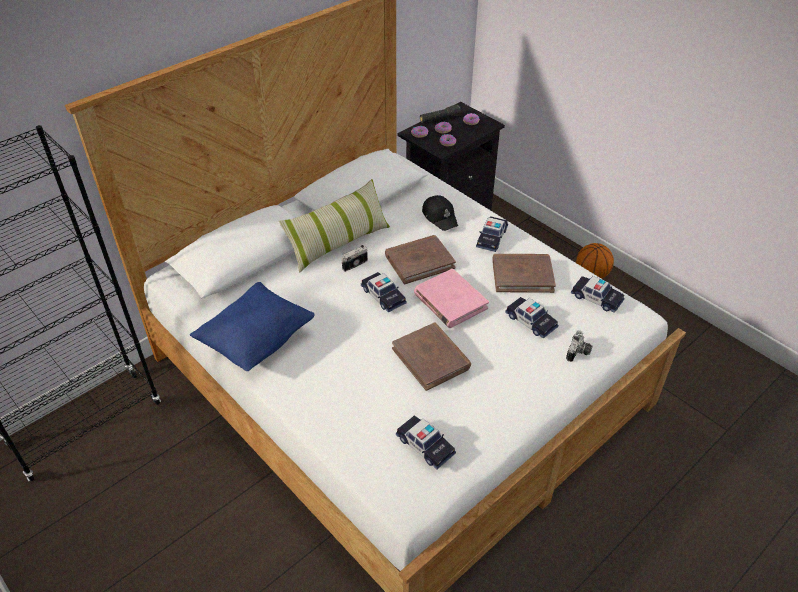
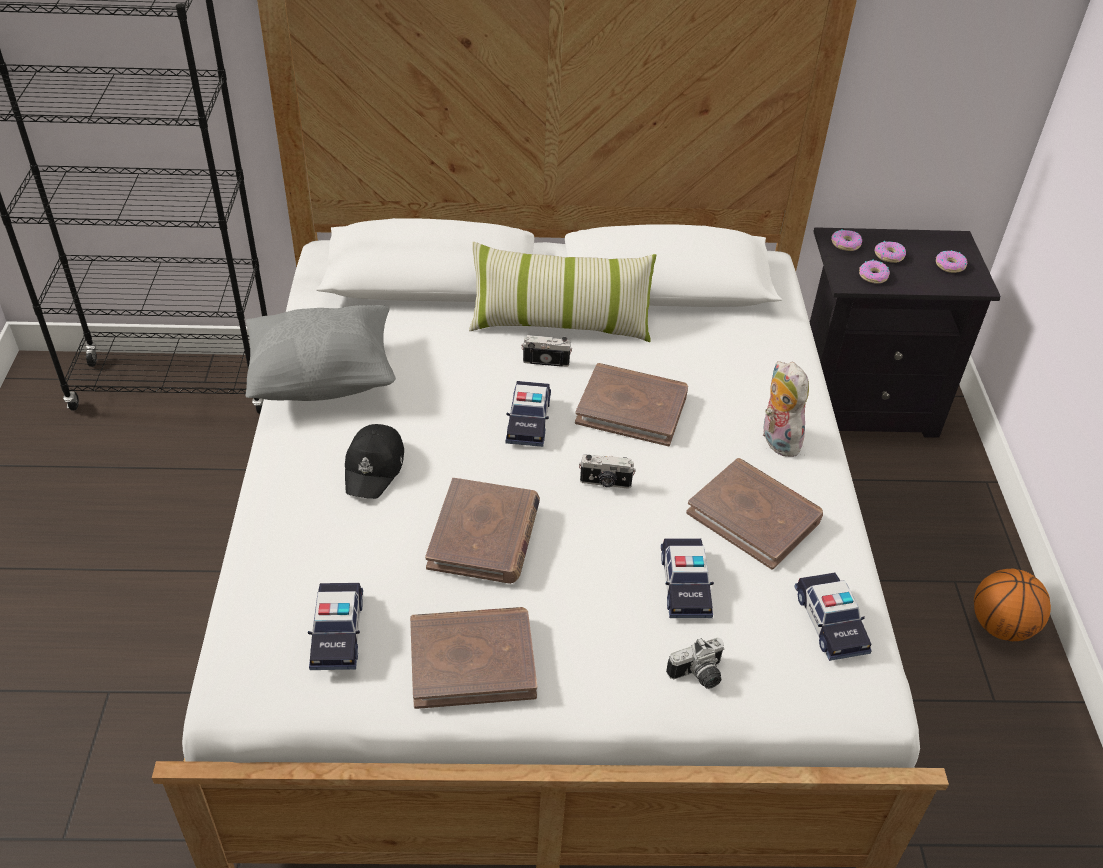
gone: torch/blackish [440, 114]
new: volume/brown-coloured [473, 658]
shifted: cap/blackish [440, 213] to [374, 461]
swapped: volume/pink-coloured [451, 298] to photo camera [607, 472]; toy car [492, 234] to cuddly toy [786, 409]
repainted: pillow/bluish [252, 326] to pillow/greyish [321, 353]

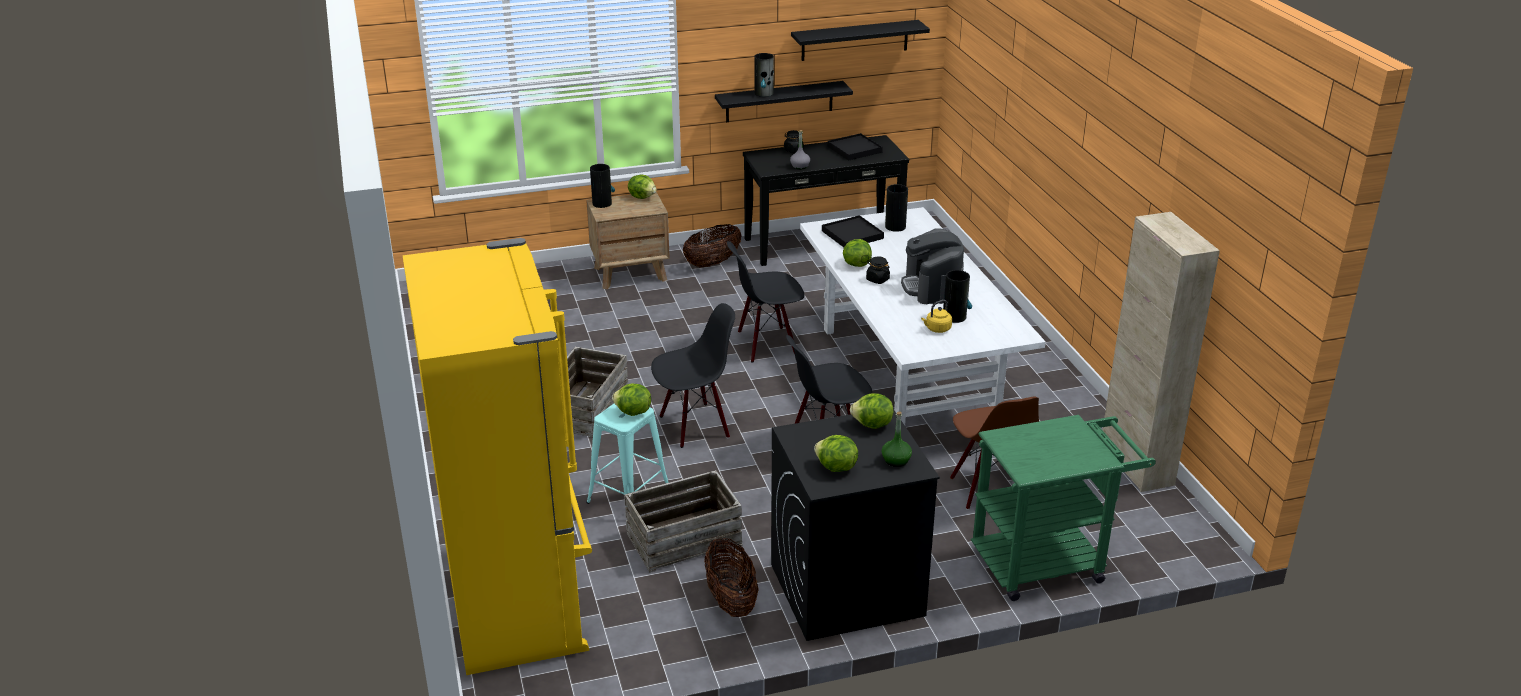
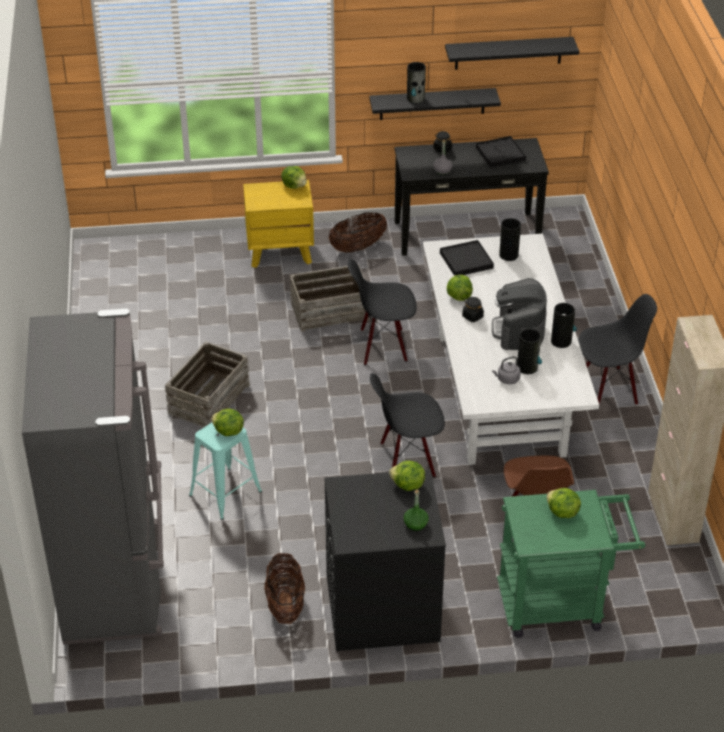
shifted: flower vase [602, 186] to [564, 325]; shipping crate [683, 521] to [330, 298]; plain chair/blackish [693, 375] to [618, 352]; lettuce [836, 453] to [563, 503]
repainted: fridge/yellow-coloured [497, 456] to fridge/greyish [93, 476]; nightstand/brown-coloured [628, 240] to nightstand/yellow-coloured [278, 224]; tea kettle/yellow-coloured [936, 316] to tea kettle/greyish [506, 370]

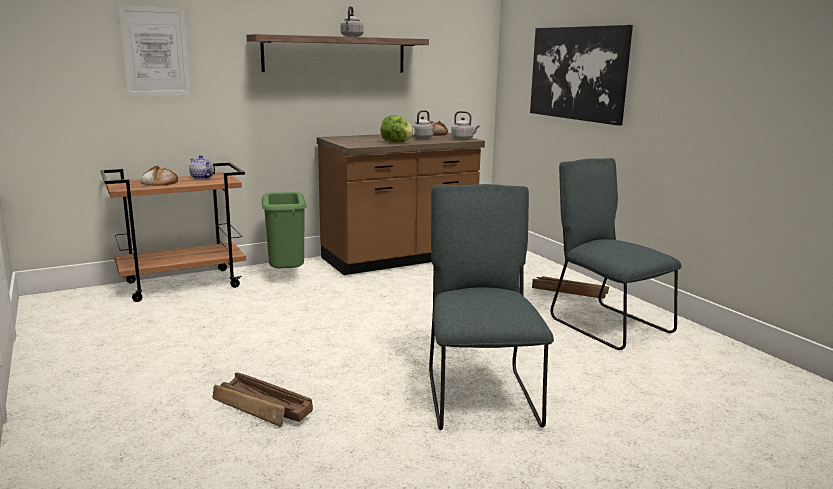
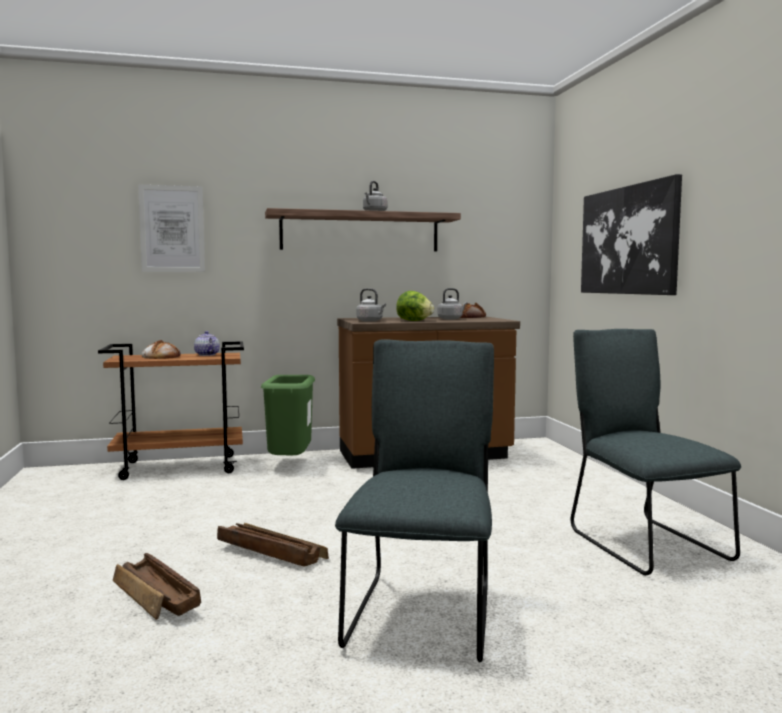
shifted: tea kettle/greyish [465, 125] to [371, 305]; shipping crate [570, 287] to [273, 545]

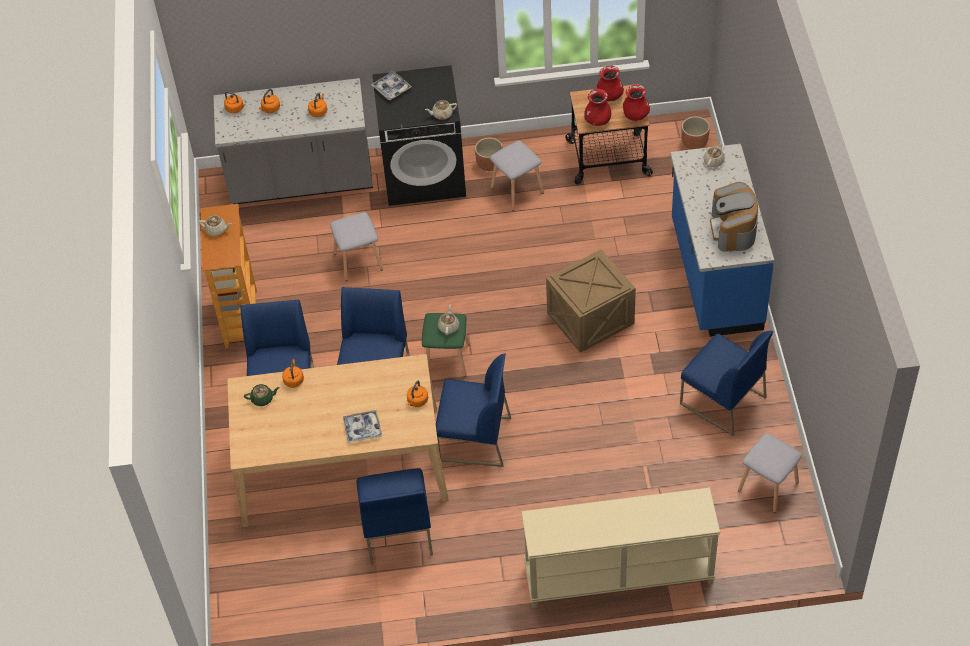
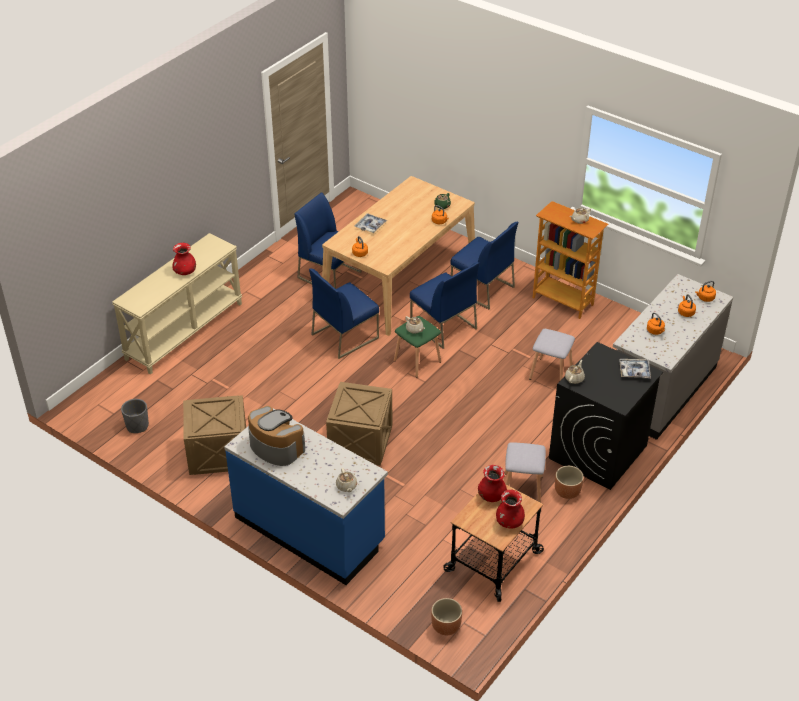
shifted: flower vase/red-coloured [636, 102] to [184, 259]
swapped: plain chair/bluish [726, 383] to shipping crate [214, 435]; stool seat/greyish [770, 473] to planter/greyish [135, 416]

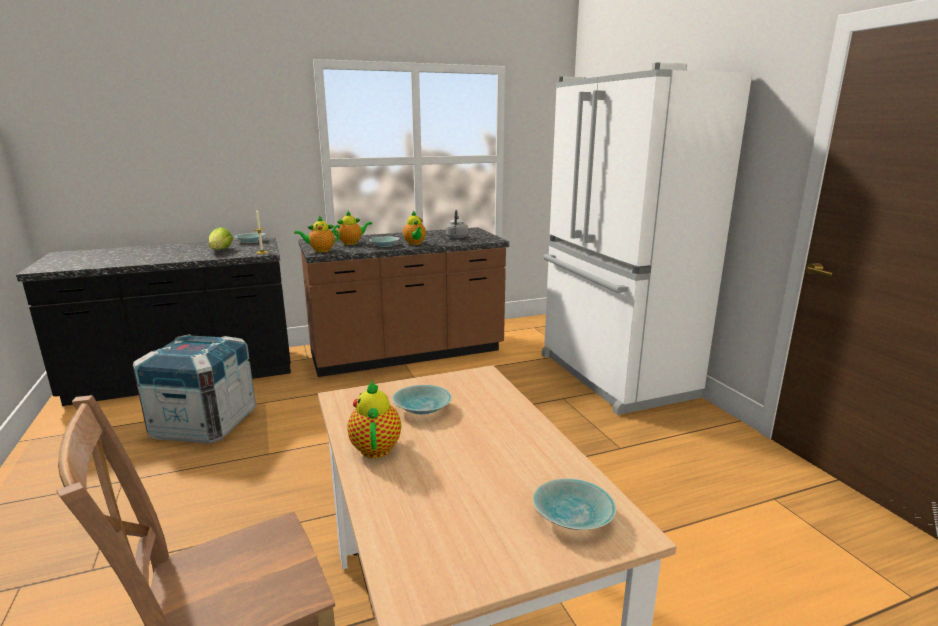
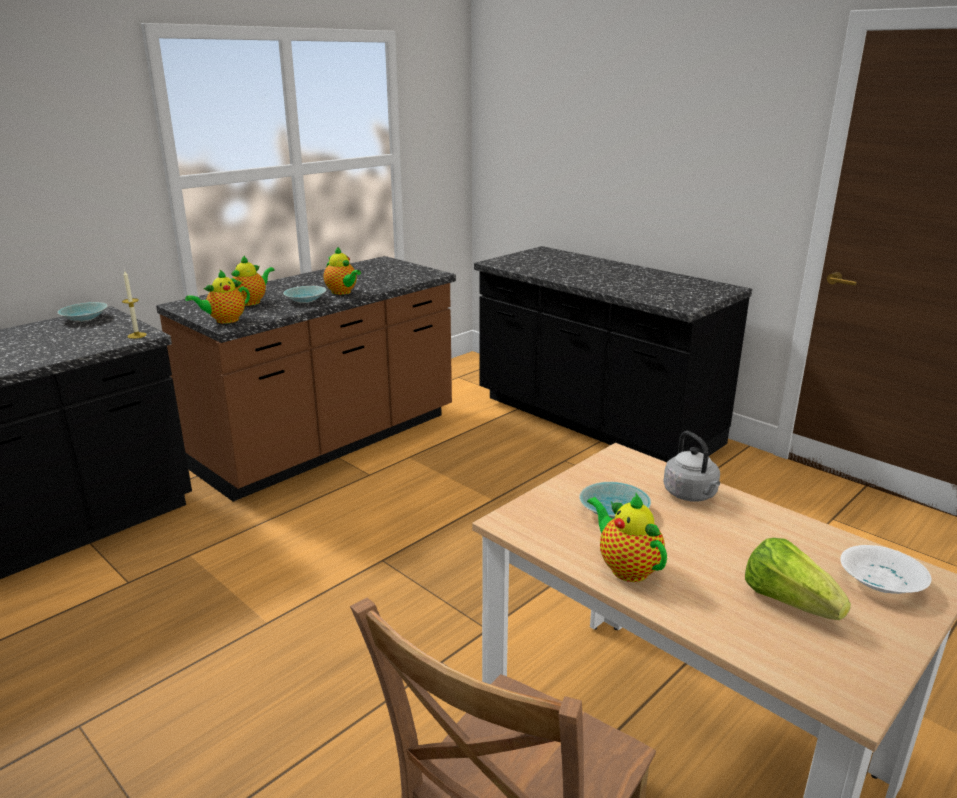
gone: shipping crate [194, 389]
shifted: lettuce [221, 238] to [798, 579]; tea kettle/greyish [457, 224] to [691, 466]
swapped: fridge/white [647, 238] to kitchen base unit/blackish [613, 354]
repainted: bowl/turquoise-coloured [574, 504] to bowl/white [886, 569]

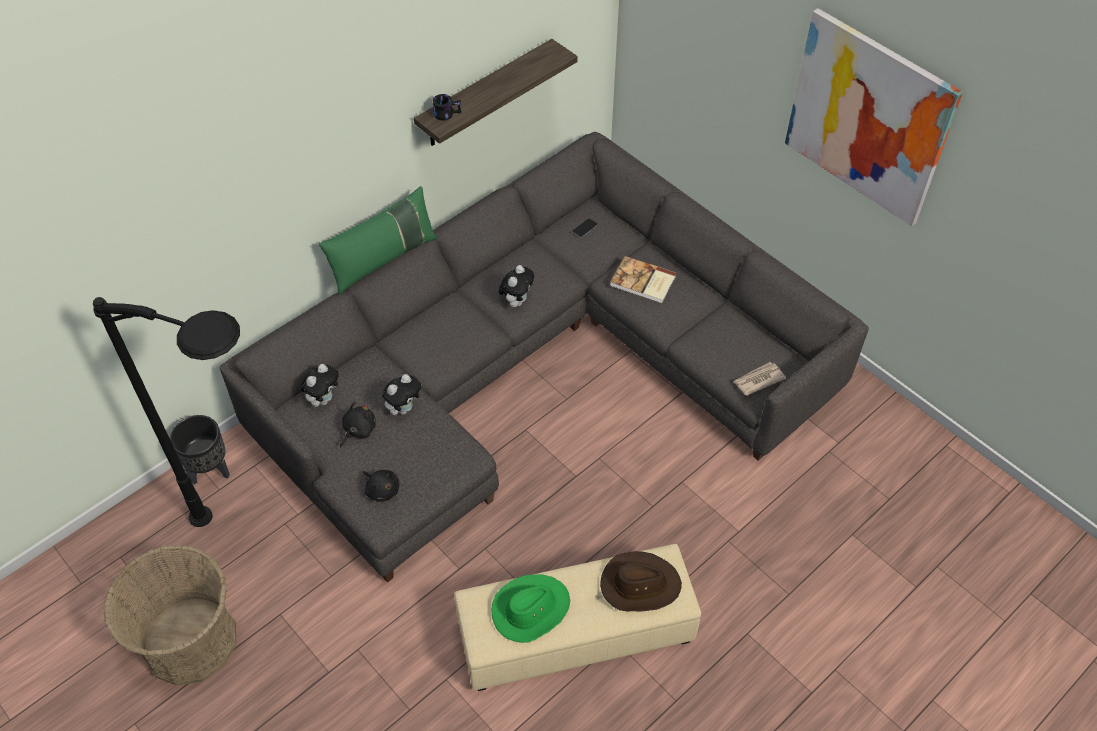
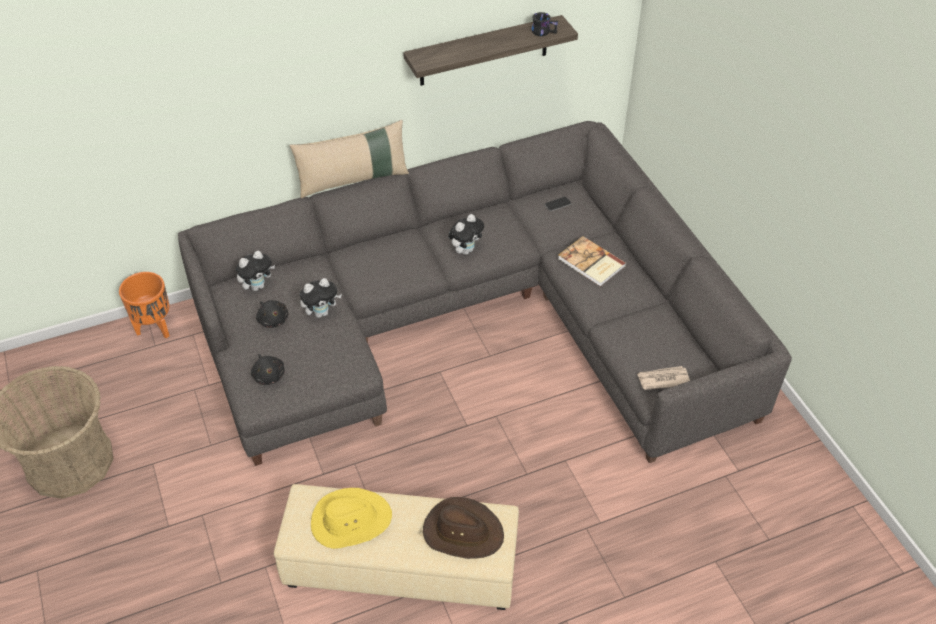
gone: standard lamp/blackish [166, 412]; wall picture [874, 117]
shifted: tea mug/blackish [446, 107] to [544, 24]
repainted: planter/blackish [200, 449] to planter/orange [144, 305]; pillow/green [378, 240] to pillow/beige-coloured [349, 159]; clothing hat/green [530, 609] to clothing hat/yellow-coloured [351, 518]
rotated: cuddly toy/blackish [358, 424] = [272, 314] 90 degrees clockwise

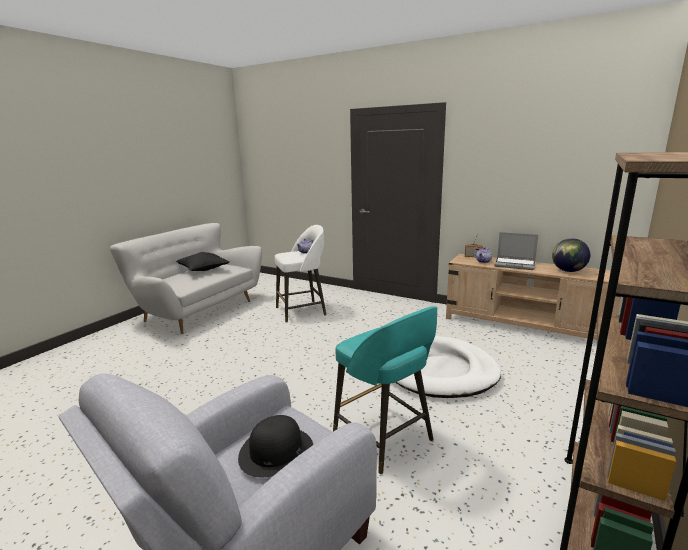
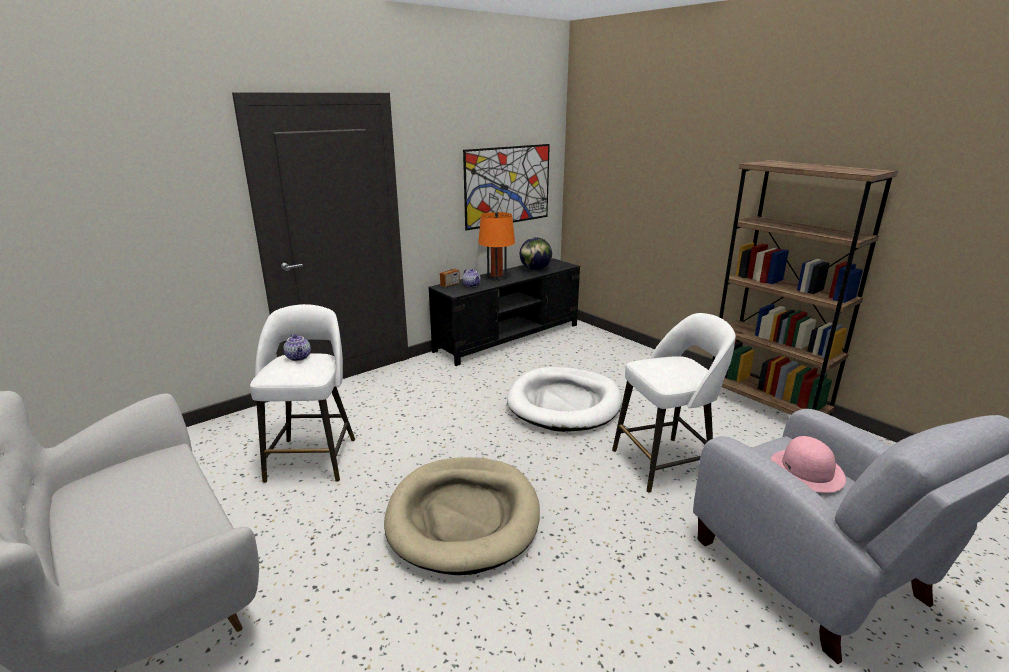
gone: pillow/blackish [202, 261]
new: dog cushion/beige-coloured [462, 516]; wall picture [506, 187]
swapped: laptop [516, 251] to lamp for a table/orange [496, 246]
repainted: clothing hat/blackish [275, 446] to clothing hat/pink-coloured [808, 464]; stool seat/turquoise-coloured [385, 390] to stool seat/white [674, 403]; tv unit/beige-coloured [533, 297] to tv unit/blackish [504, 312]

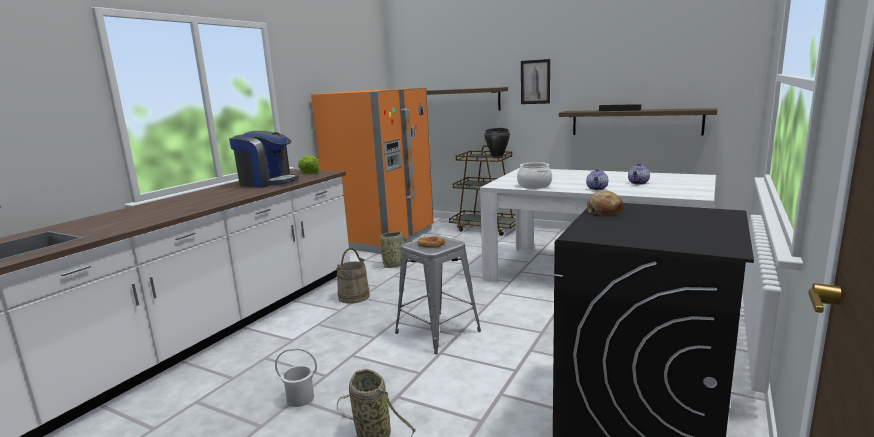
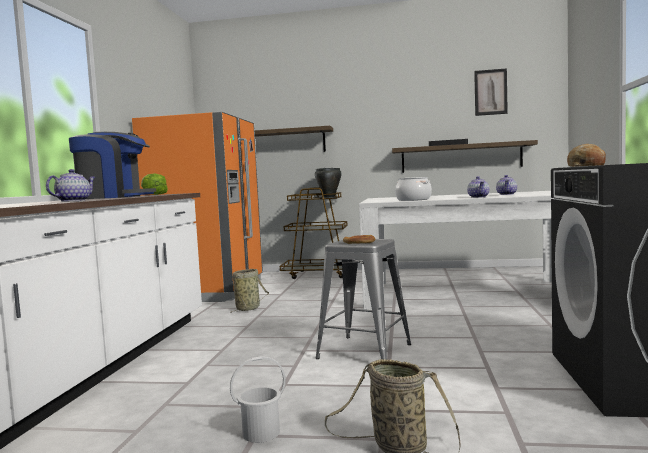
gone: water bucket/beige-coloured [353, 276]
new: teapot [71, 185]
shifted: wall picture [535, 81] to [491, 92]

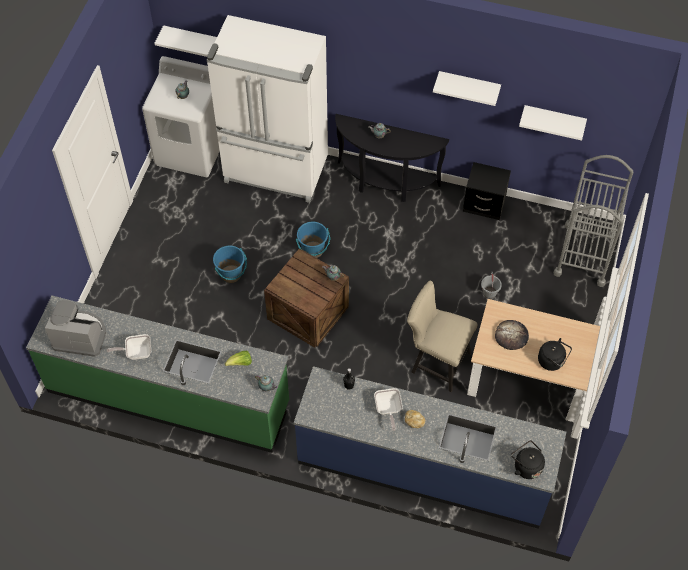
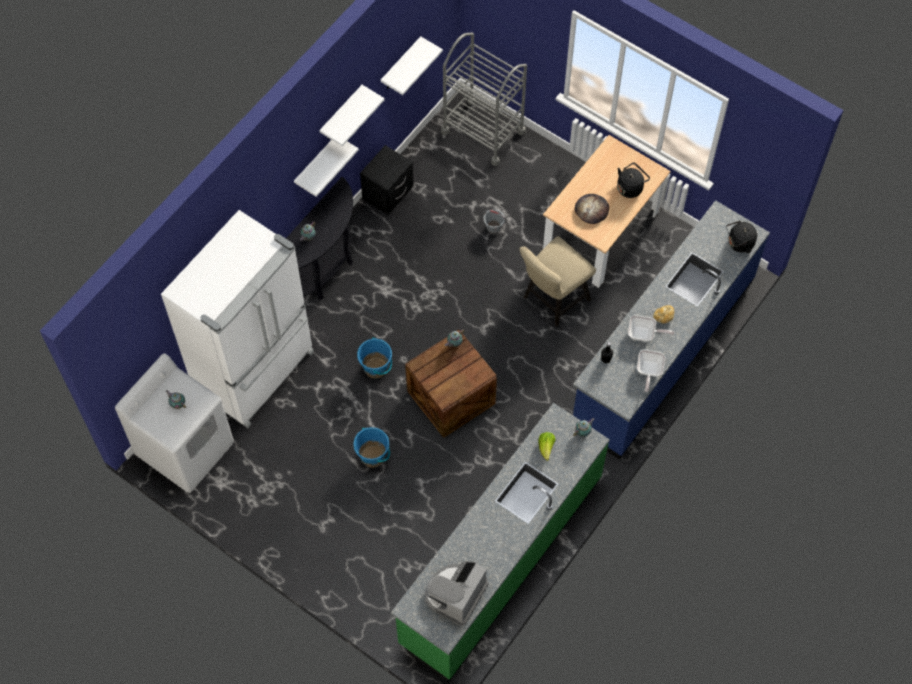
shifted: skillet [129, 347] to [651, 370]; shelf/white [186, 41] to [326, 168]

